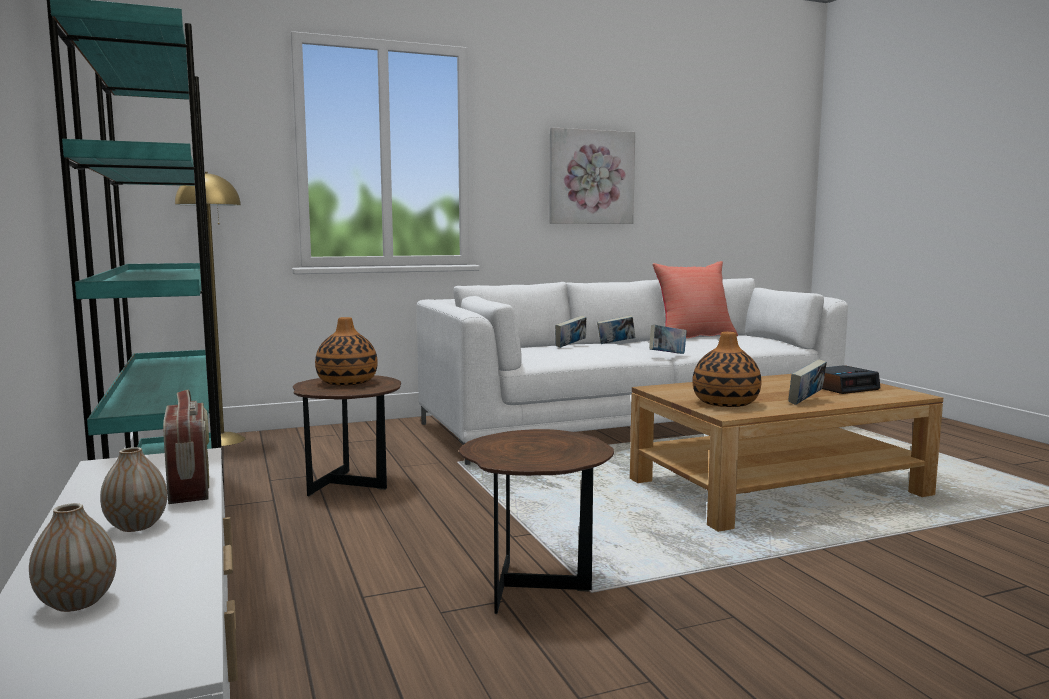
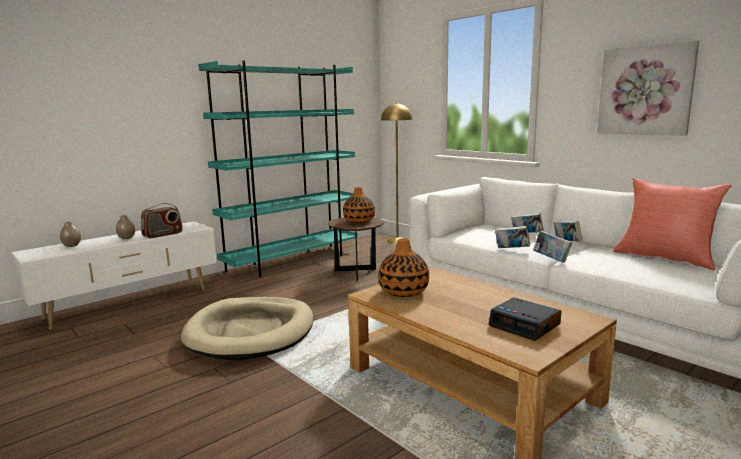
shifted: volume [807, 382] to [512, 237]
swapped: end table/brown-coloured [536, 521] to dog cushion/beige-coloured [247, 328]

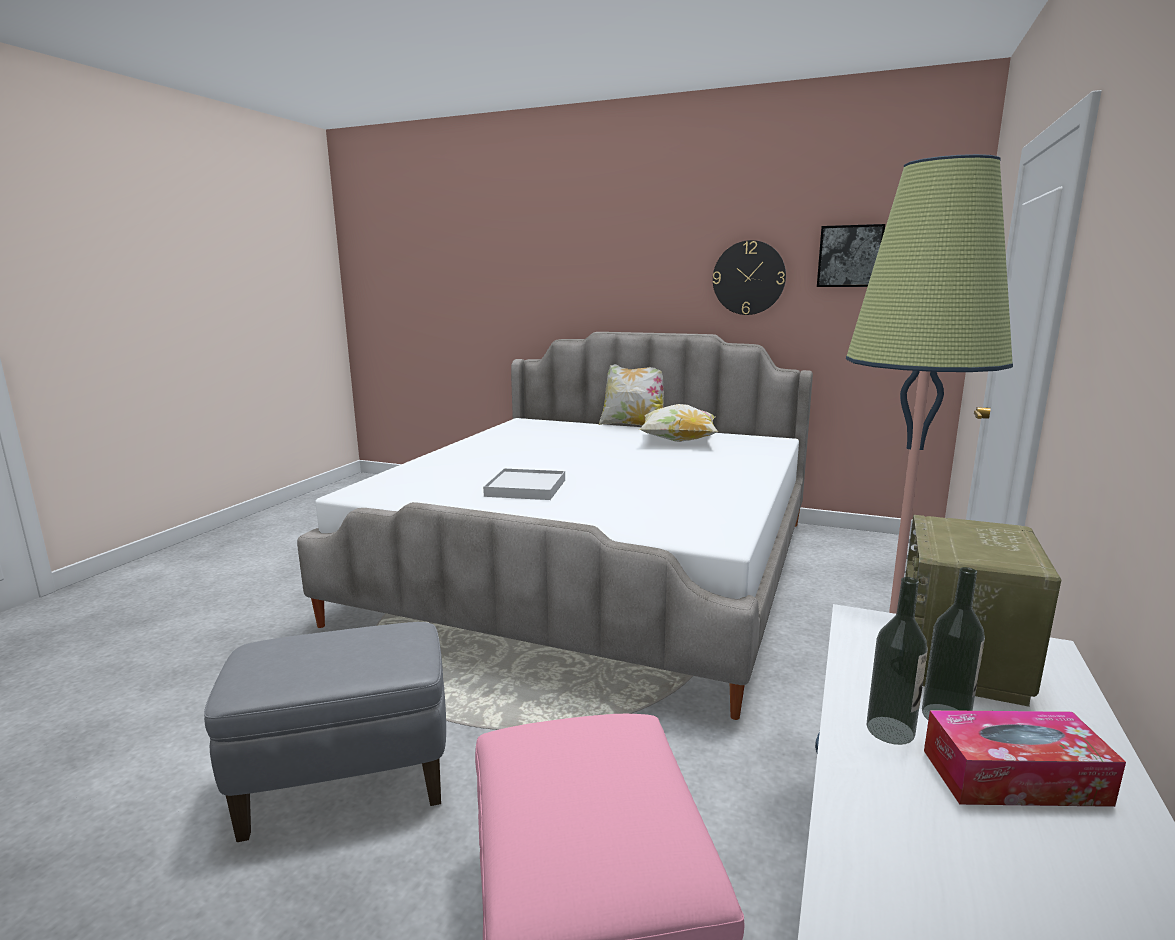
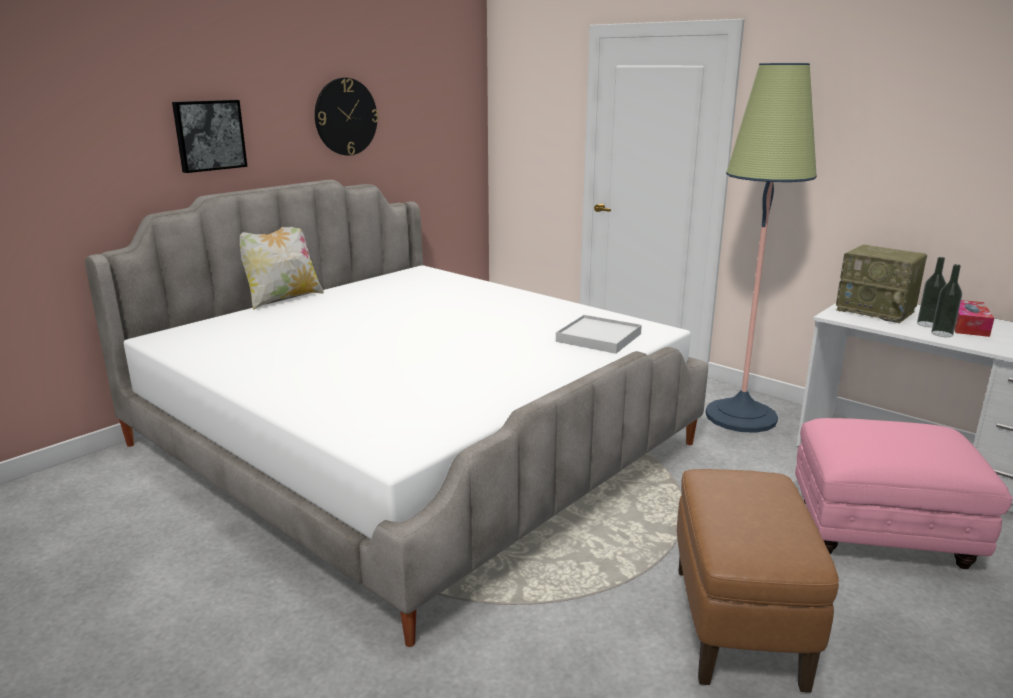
gone: pillow [679, 423]
shifted: tray/white [524, 484] to [599, 334]; wall picture [851, 255] to [209, 136]
repainted: pouffe/greyish [325, 732] to pouffe/brown-coloured [758, 581]

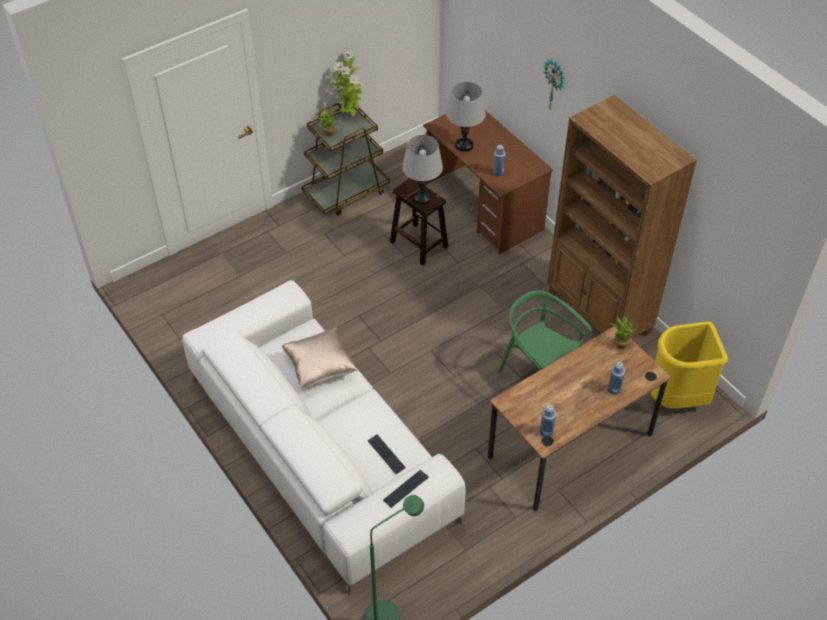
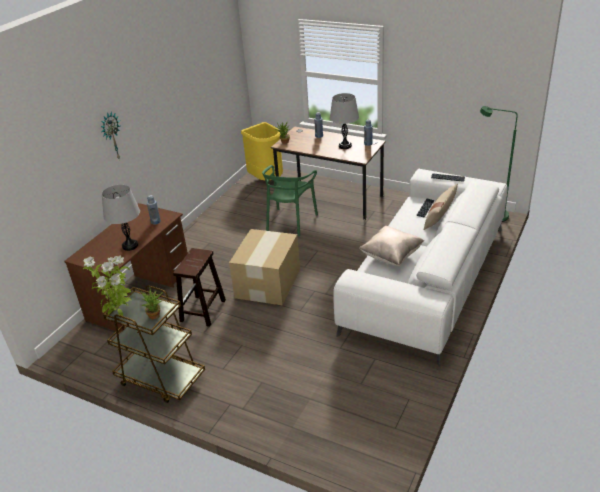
gone: shelving unit/brown-coloured [622, 217]
new: packing box [264, 267]; pillow/beige-coloured [441, 206]
shifted: lamp for a table/greyish [422, 170] to [344, 121]

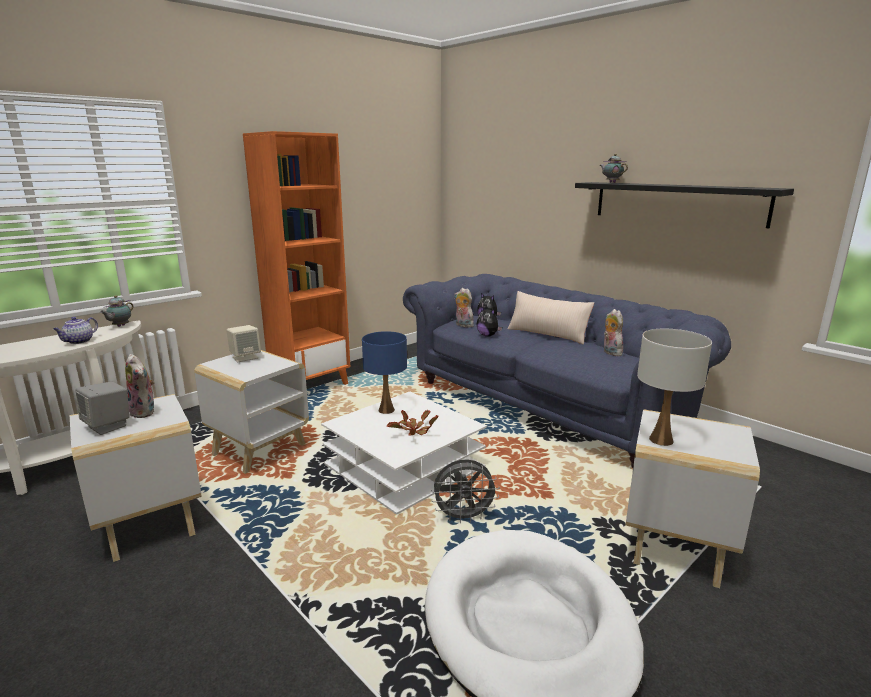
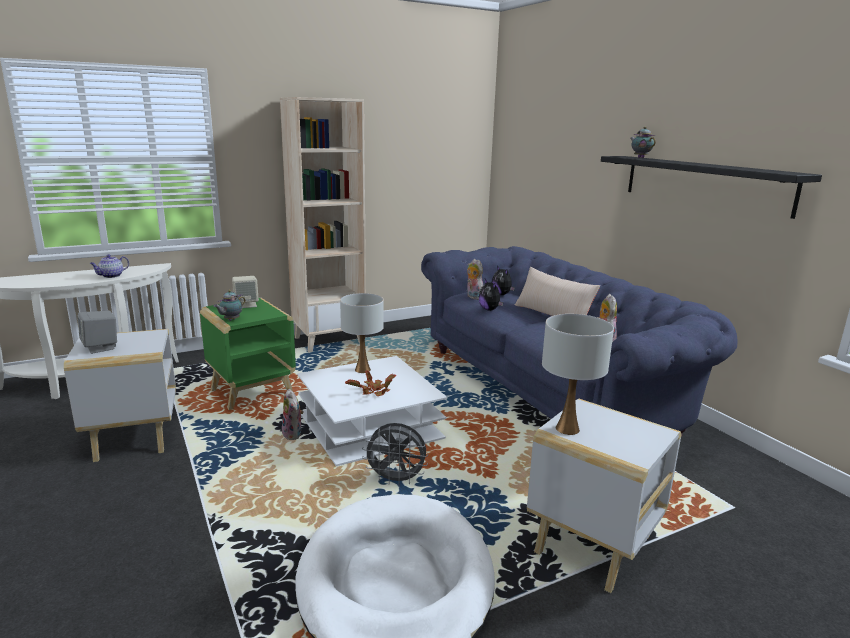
shifted: teapot [117, 311] to [230, 305]; cuddly toy [140, 386] to [293, 414]
repainted: end table/white [251, 412] to end table/green [248, 354]; shelving unit/orange [296, 258] to shelving unit/beige-coloured [323, 225]; lamp for a table/bluish [384, 372] to lamp for a table/white [362, 333]

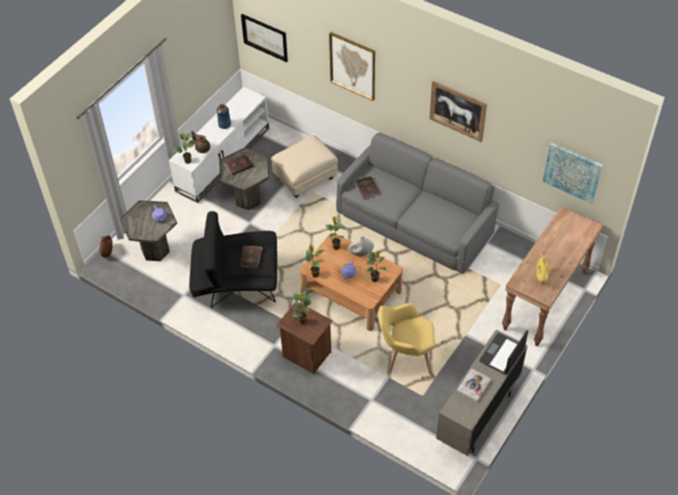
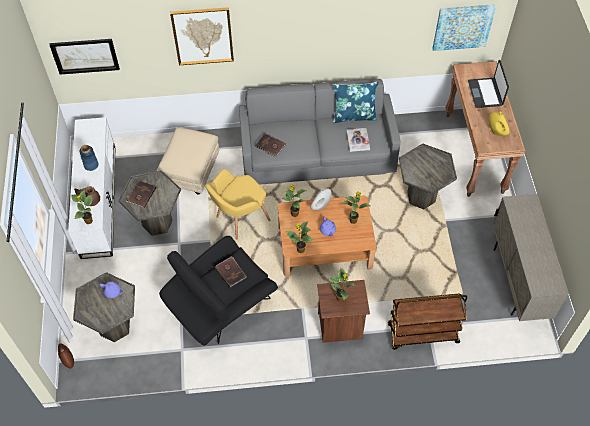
gone: wall picture [458, 111]
new: pillow/bluish [355, 102]; cart/brown-coloured [427, 321]; end table/greyish [428, 176]
shifted: armchair/yellow-coloured [407, 339] to [238, 204]; volume [474, 385] to [358, 140]; laptop [503, 352] to [488, 84]

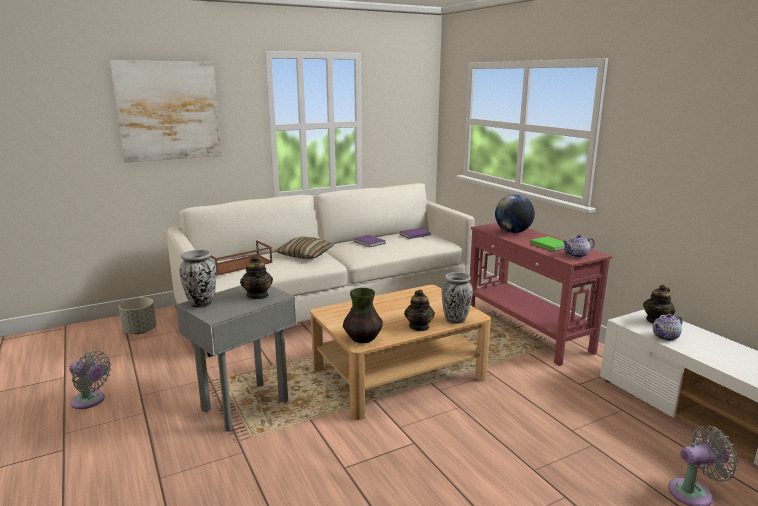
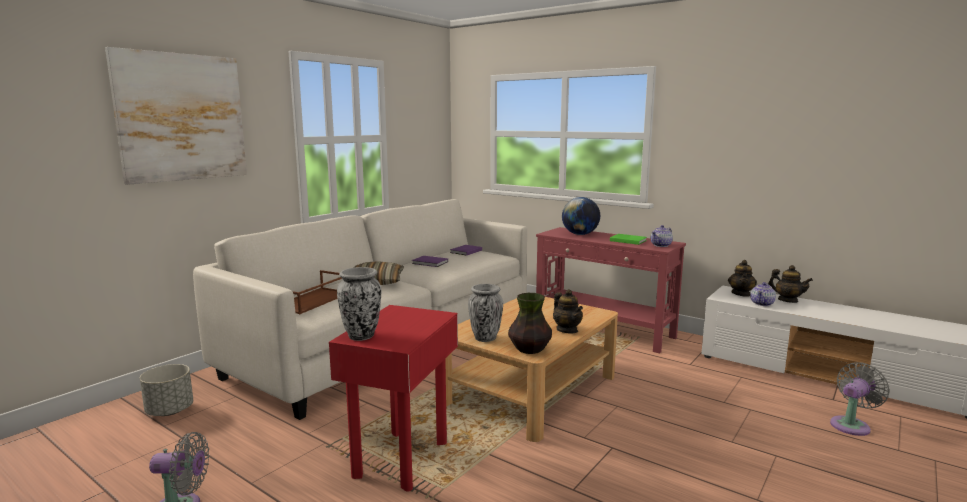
shifted: teapot [256, 277] to [790, 284]; flower vase [457, 298] to [485, 313]
repainted: end table/greyish [236, 358] to end table/red-coloured [393, 398]

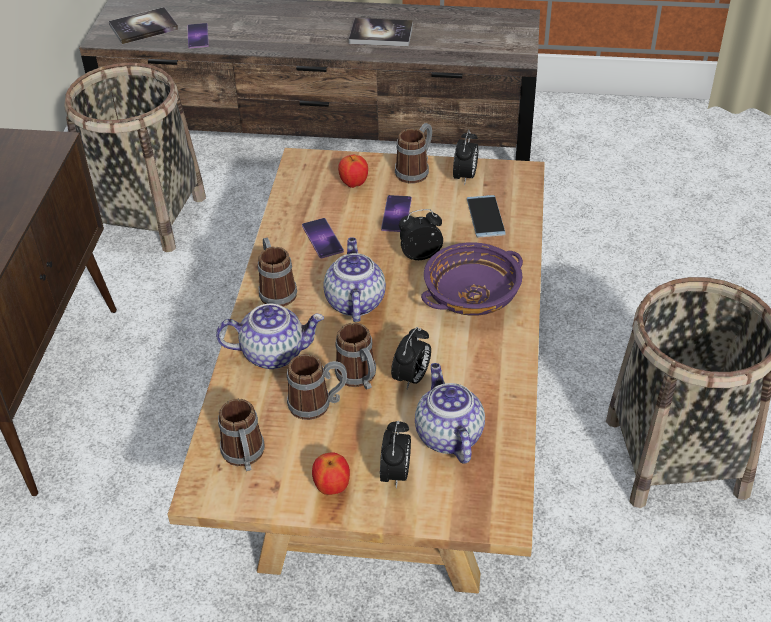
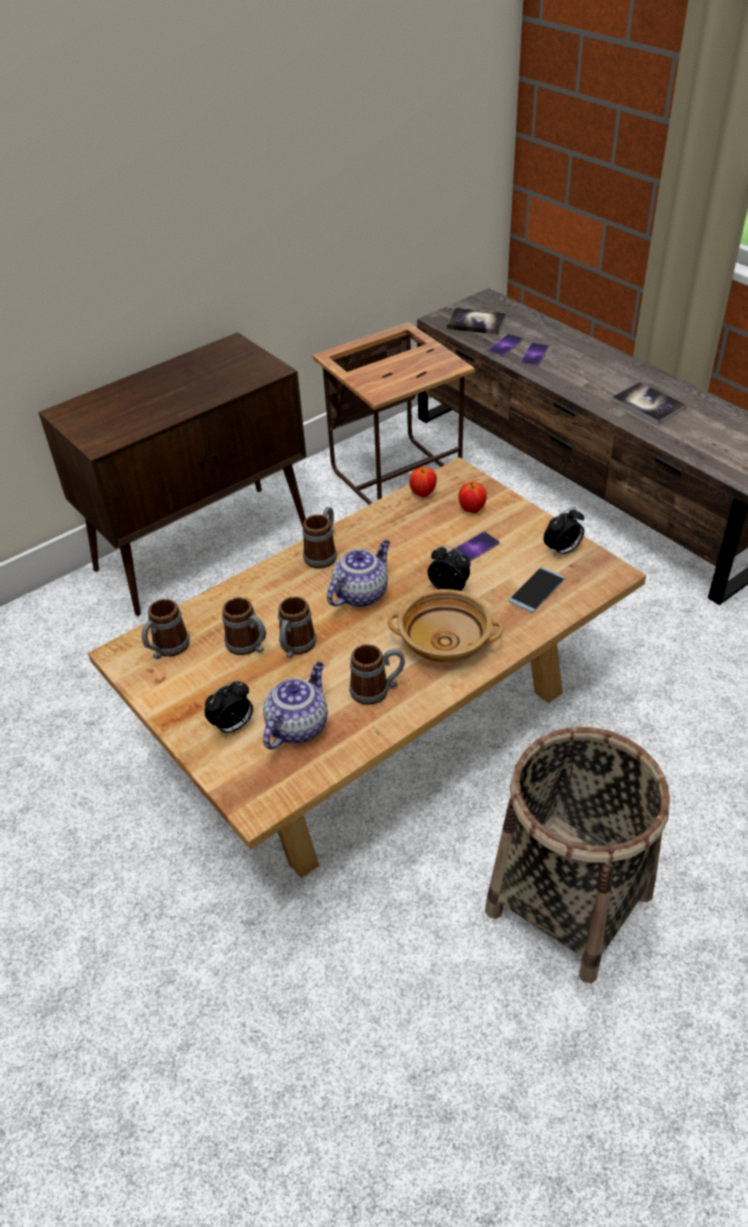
gone: teapot [270, 336]; bedside clock [411, 358]
shifted: phone [323, 238] to [535, 354]; apple fruit [331, 473] to [423, 482]; tea mug [413, 153] to [377, 674]
swapped: storage basket [135, 157] to end table [393, 413]
repainted: bowl/purplish [472, 279] to bowl/beige-coloured [445, 625]

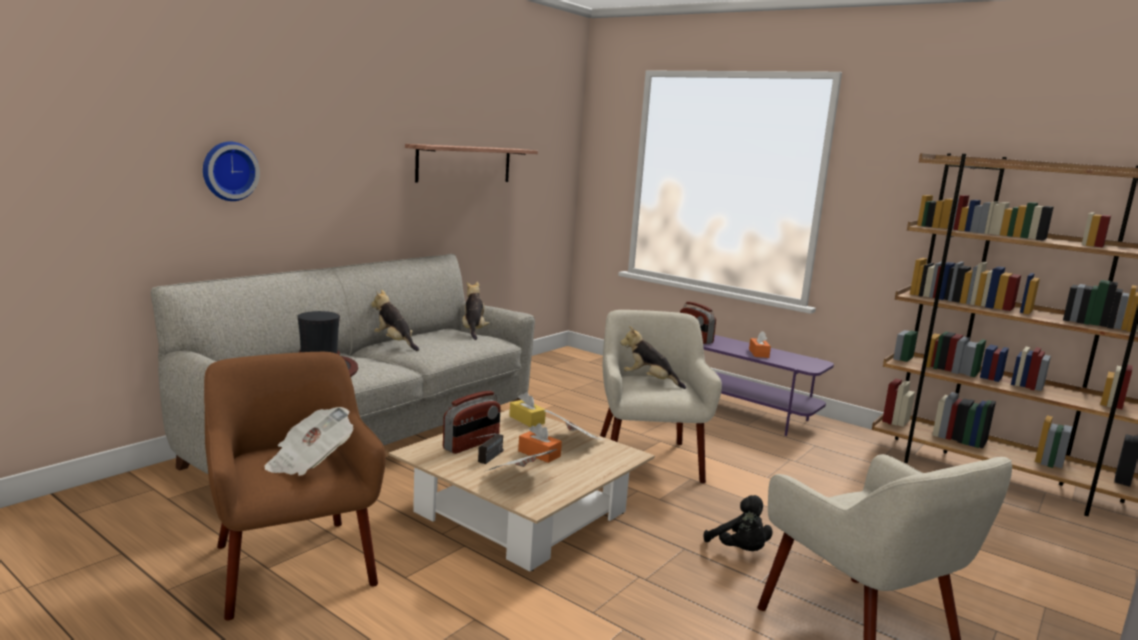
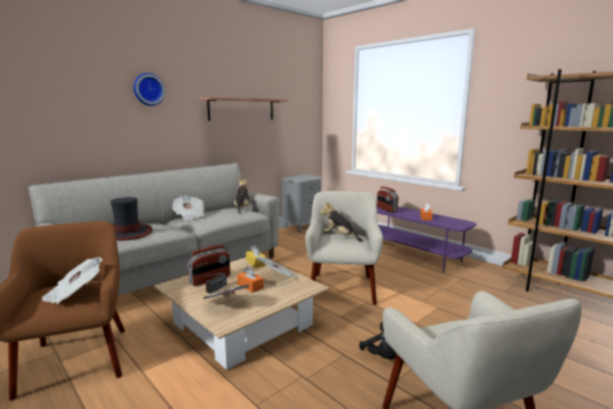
new: nightstand/greyish [302, 203]
shifted: clock on the wall [231, 171] to [149, 89]
swapped: cuddly toy [395, 320] to printed paper [188, 208]

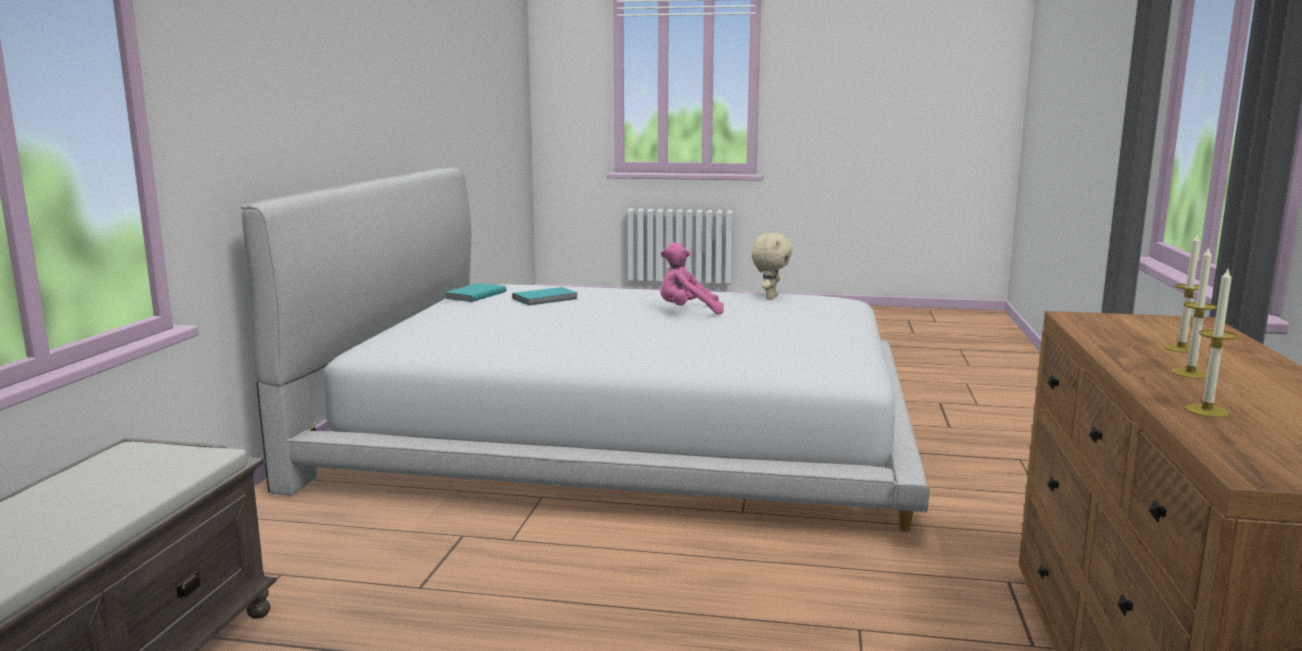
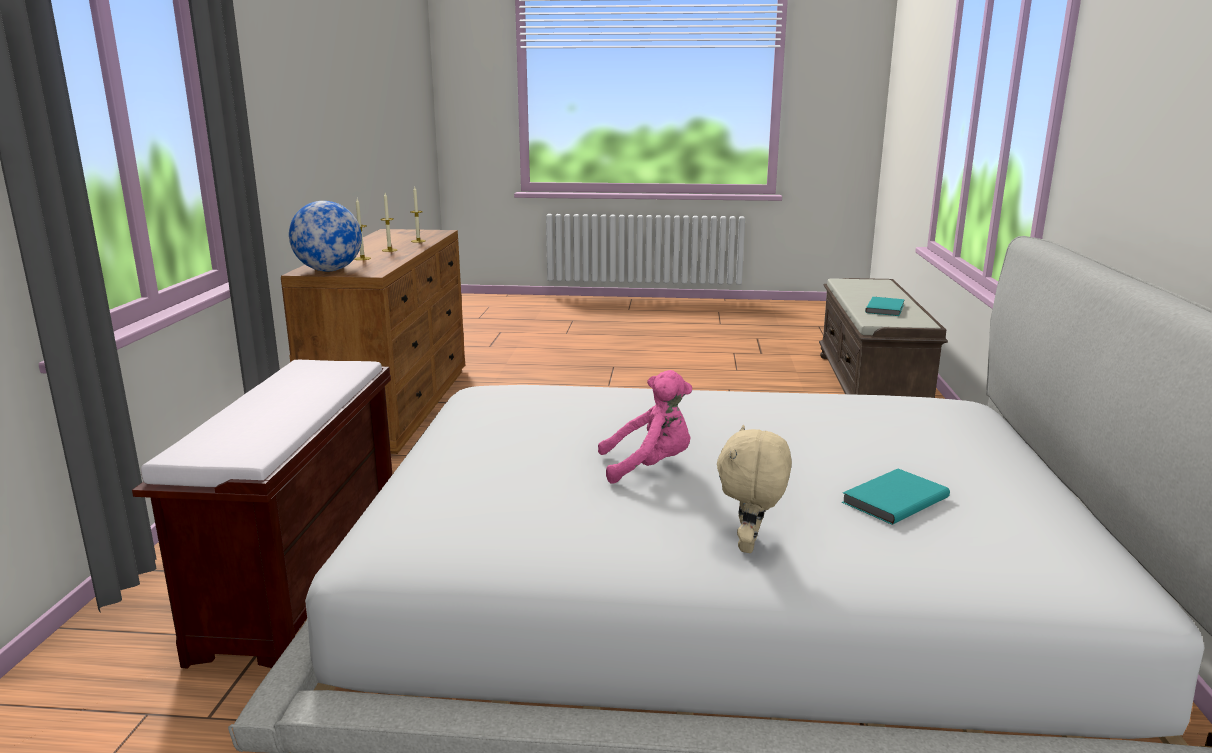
new: bench/brown-coloured [262, 514]; globe [325, 236]
shifted: volume/turquoise-coloured [475, 292] to [885, 306]; cuddly toy/beige-coloured [772, 266] to [754, 489]

